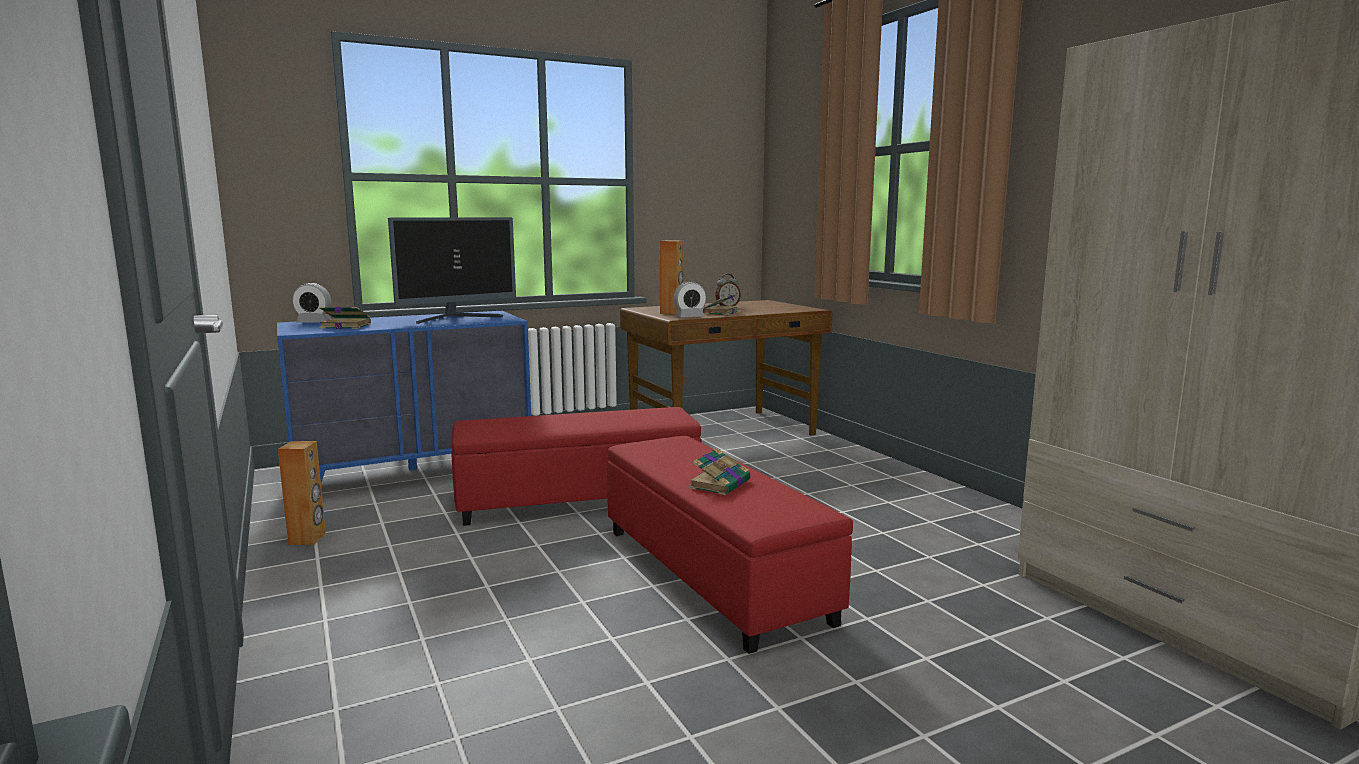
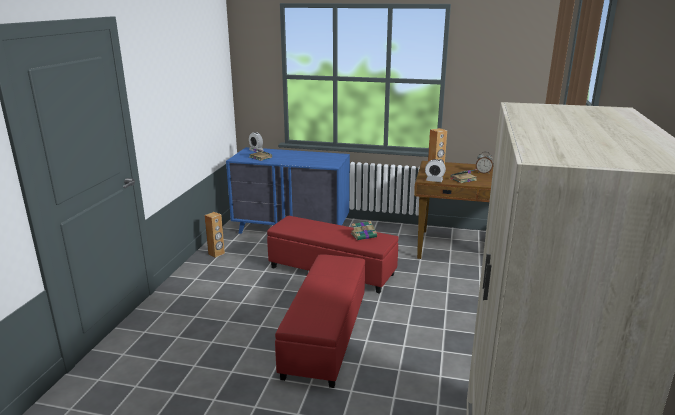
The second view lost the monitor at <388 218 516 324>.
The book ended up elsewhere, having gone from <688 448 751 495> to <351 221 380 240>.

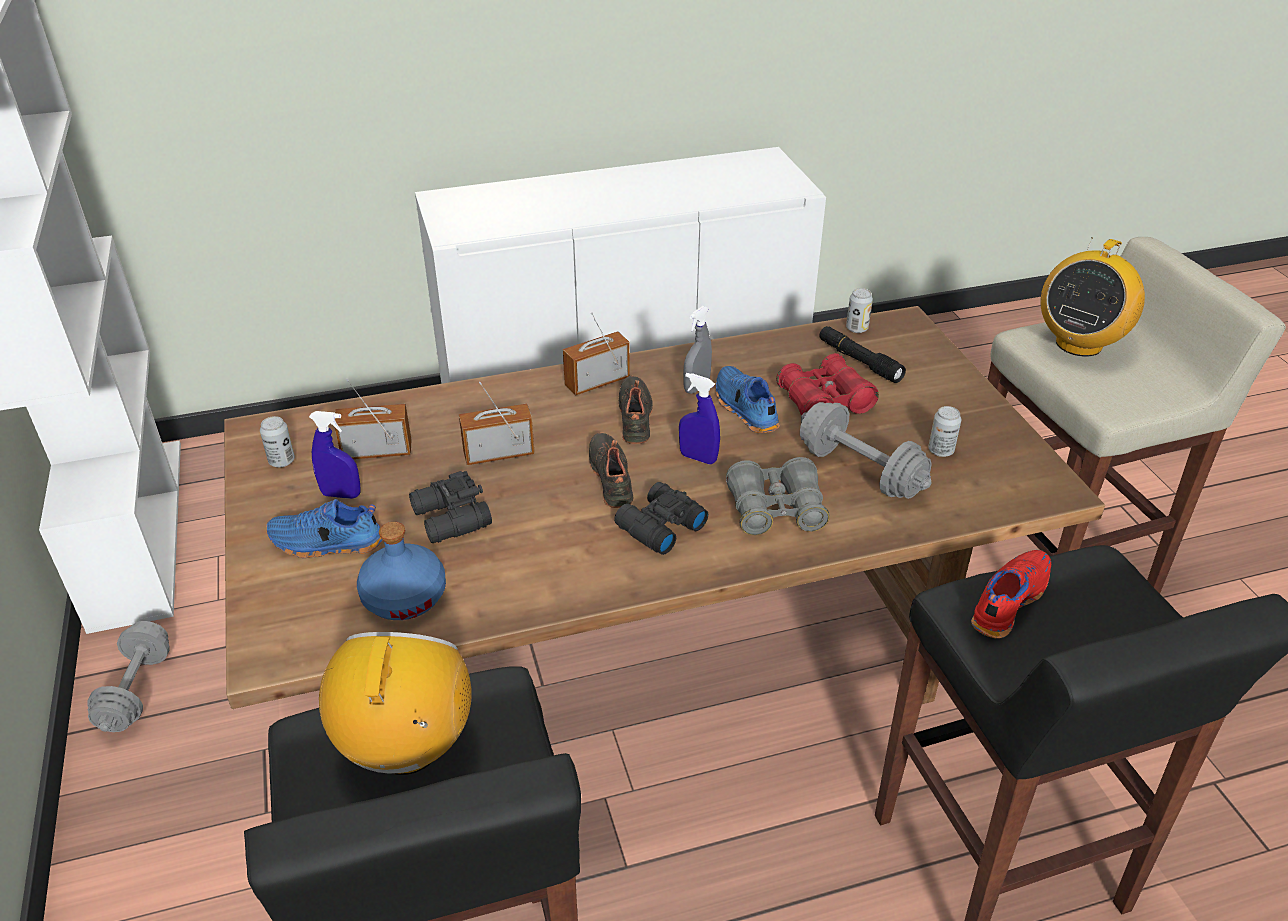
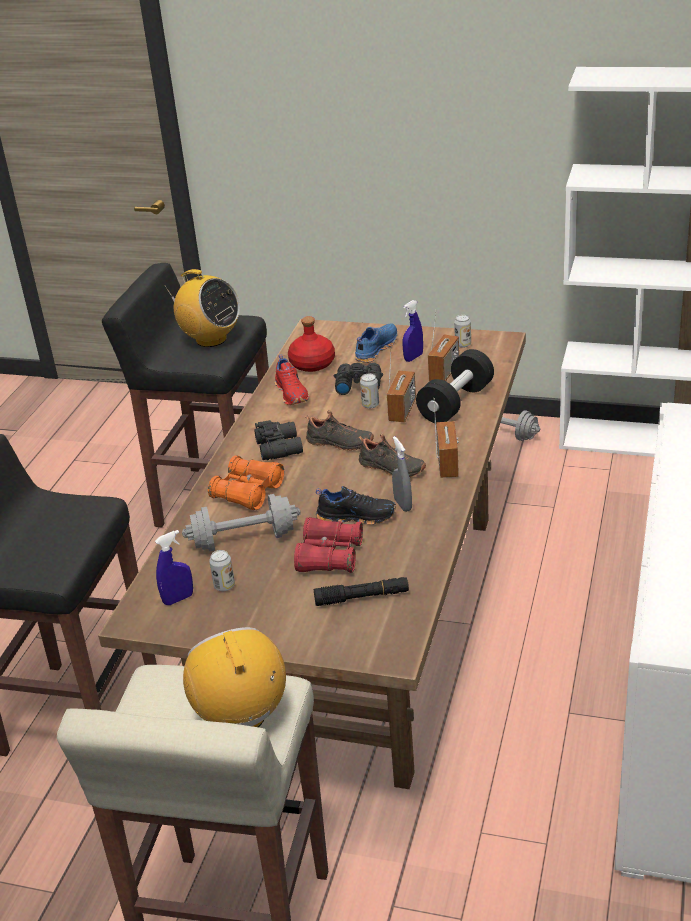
The sealed can ended up elsewhere, having gone from <846 288 873 333> to <360 374 379 409>.
What was the bluish low shoe at <716 366 780 433> turned into the black-coloured low shoe at <316 486 396 525>.
The bluish sprayer ended up elsewhere, having gone from <679 373 720 464> to <155 530 193 605>.
What was the greyish pair of binoculars at <726 457 830 535> turned into the orangey pair of binoculars at <208 455 284 510>.
What was the bluish drink bottle at <357 522 446 620> turned into the red drink bottle at <288 316 335 372>.
The red low shoe ended up elsewhere, having gone from <971 550 1051 639> to <275 355 309 405>.
The second view gained the black-coloured hand weight at <416 349 494 423>.

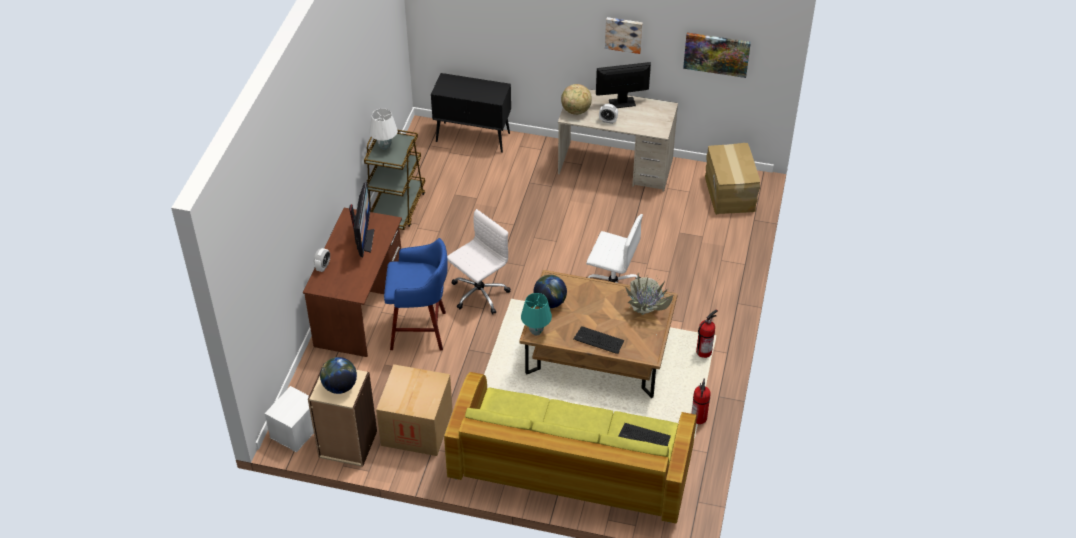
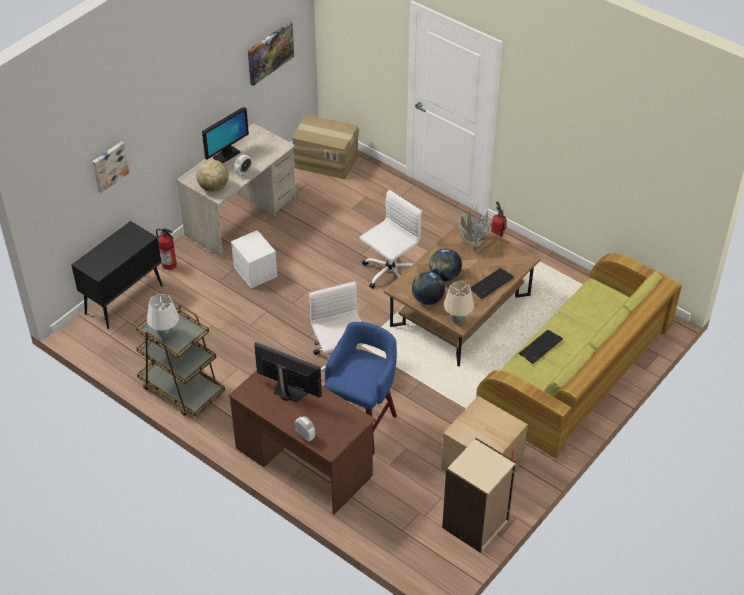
The picture ended up elsewhere, having gone from <605 17 643 54> to <92 142 129 193>.
The monitor at <596 62 651 108> ended up facing another way, 150 degrees counterclockwise from before.
What was the turquoise-coloured tabletop lamp at <521 293 552 335> turned into the beige-coloured tabletop lamp at <444 281 474 324>.
The globe ended up elsewhere, having gone from <320 357 357 394> to <429 249 462 281>.
The fire-fighting cylinder ended up elsewhere, having gone from <691 379 711 424> to <156 228 177 270>.
The whitish storage bin ended up elsewhere, having gone from <264 386 314 452> to <231 230 278 289>.
The PC keyboard ended up elsewhere, having gone from <618 423 671 446> to <519 330 563 364>.

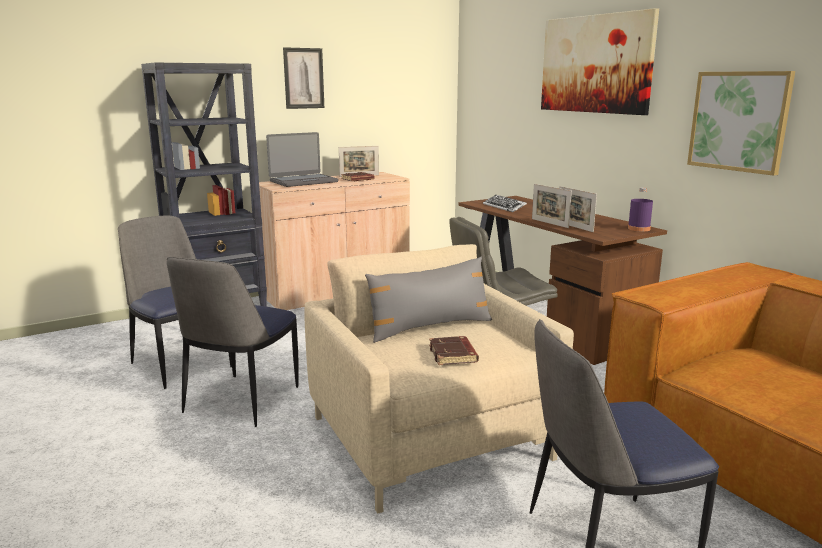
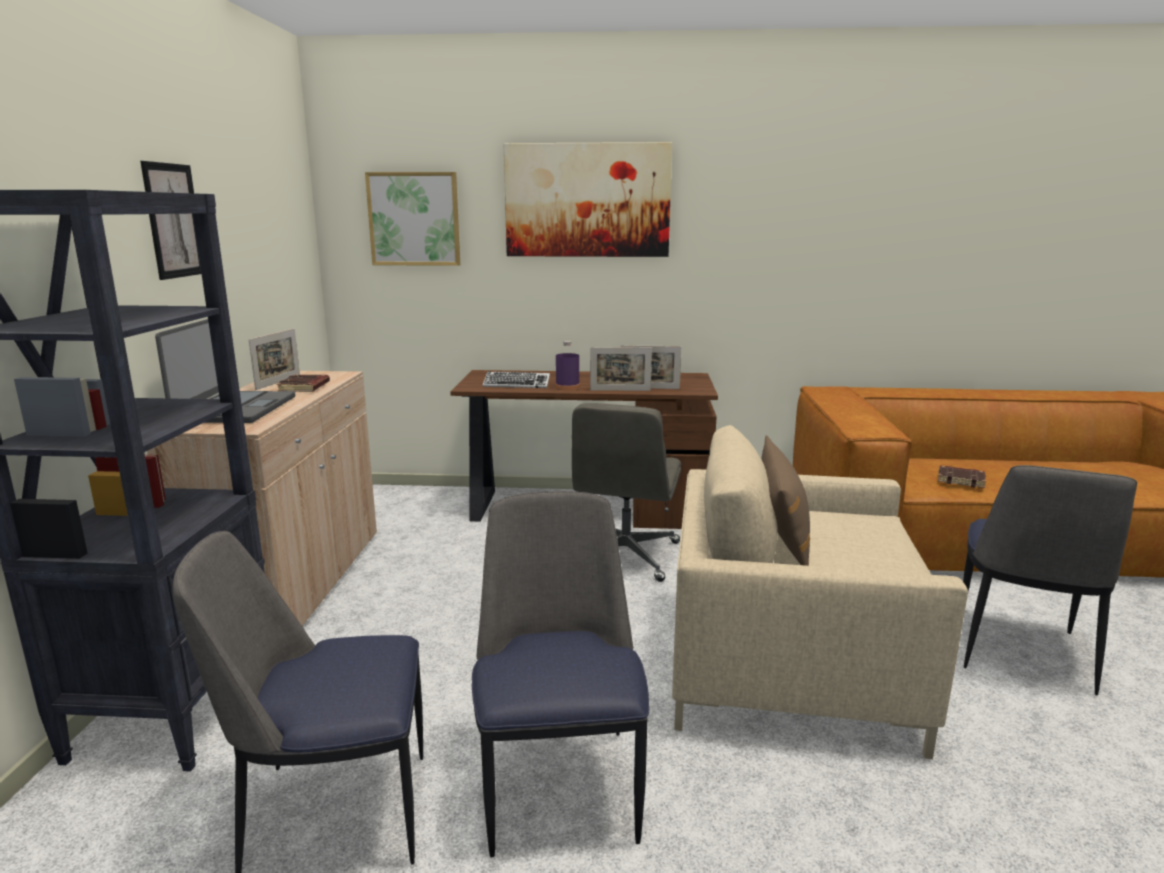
The picture ended up elsewhere, having gone from <687 71 795 176> to <365 172 460 266>.
The purple drink bottle ended up elsewhere, having gone from <628 188 653 231> to <556 341 580 390>.
The chair at <167 257 298 427> ended up facing another way, 150 degrees counterclockwise from before.
What was the greyish cushion at <365 257 492 343> turned into the brown cushion at <761 435 810 566>.
The brown book ended up elsewhere, having gone from <429 336 479 365> to <938 465 986 488>.

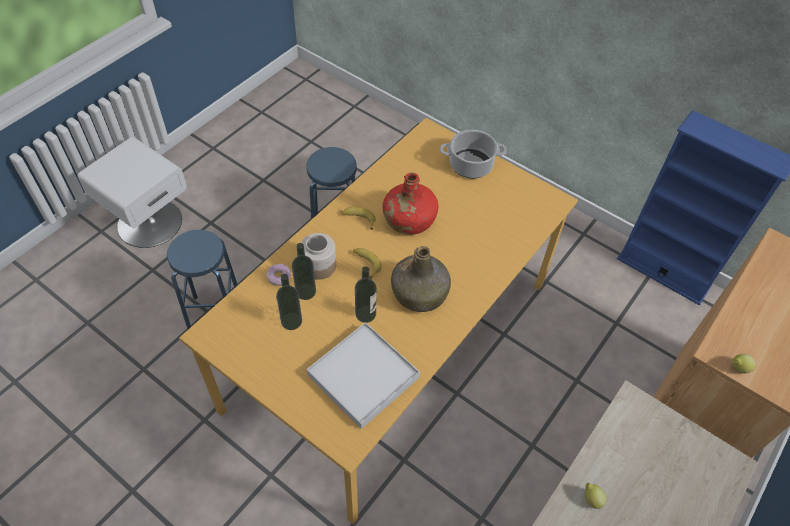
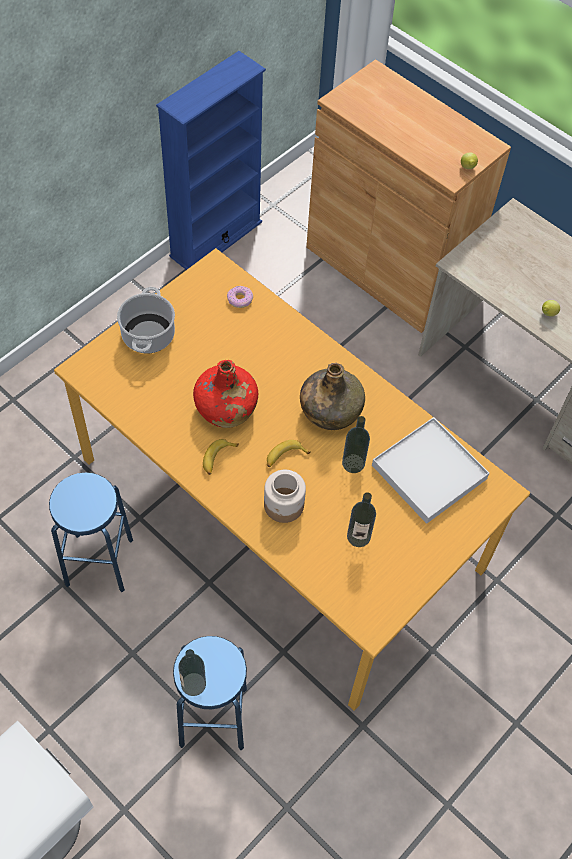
The drink bottle ended up elsewhere, having gone from <292 243 316 300> to <179 649 206 696>.
The ring doughnut ended up elsewhere, having gone from <266 264 291 286> to <227 286 253 308>.

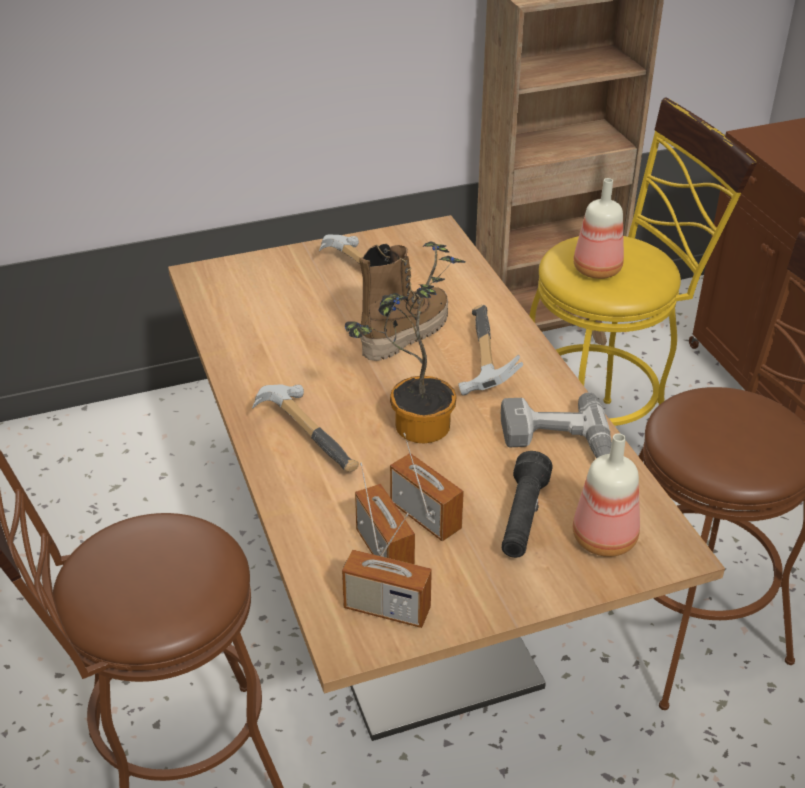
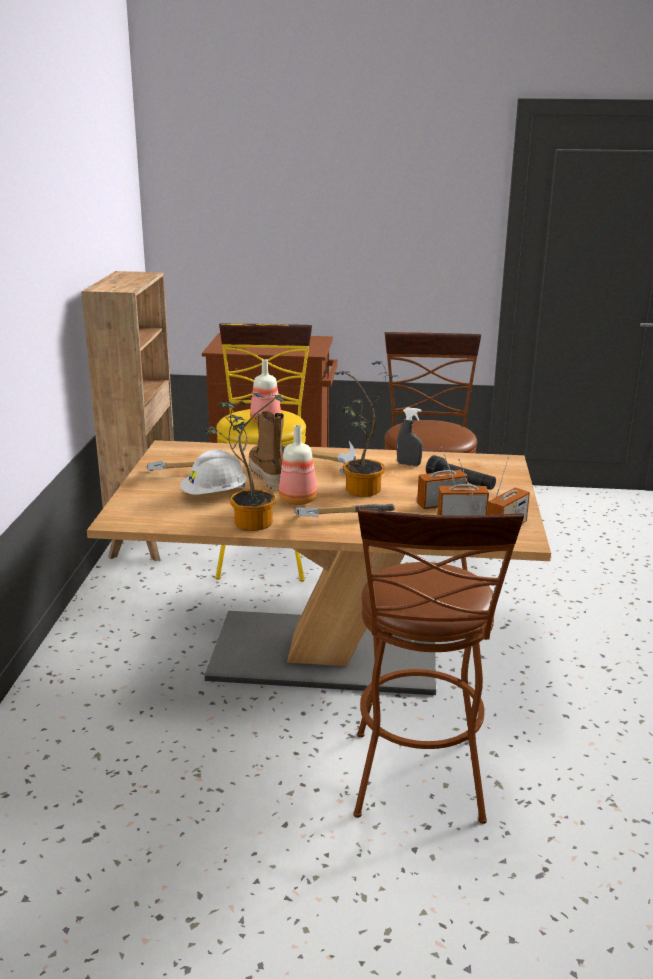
Where the power drill stood at <501 392 612 458>, the greyish sprayer came to stand at <397 407 423 466>.
The drink bottle ended up elsewhere, having gone from <573 433 640 557> to <279 425 317 505>.
The second view gained the plant in a pot at <204 392 286 531>.
The second view gained the whitish safety helmet at <180 450 247 495>.

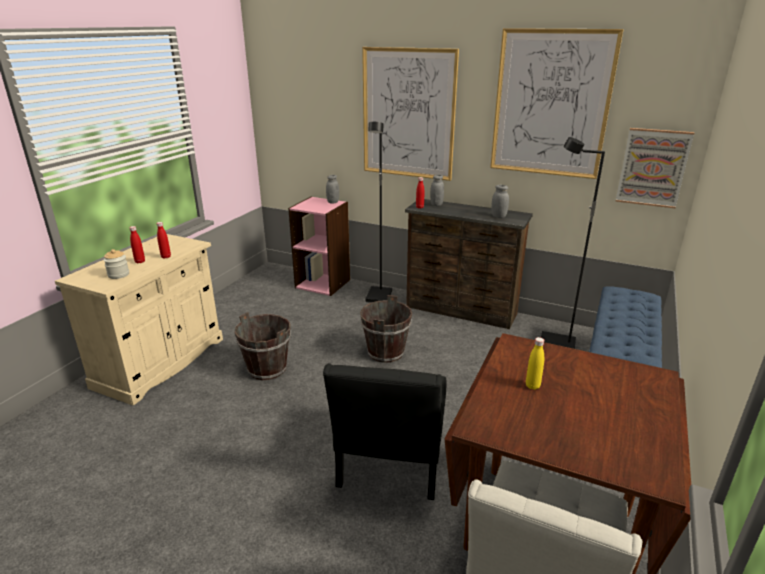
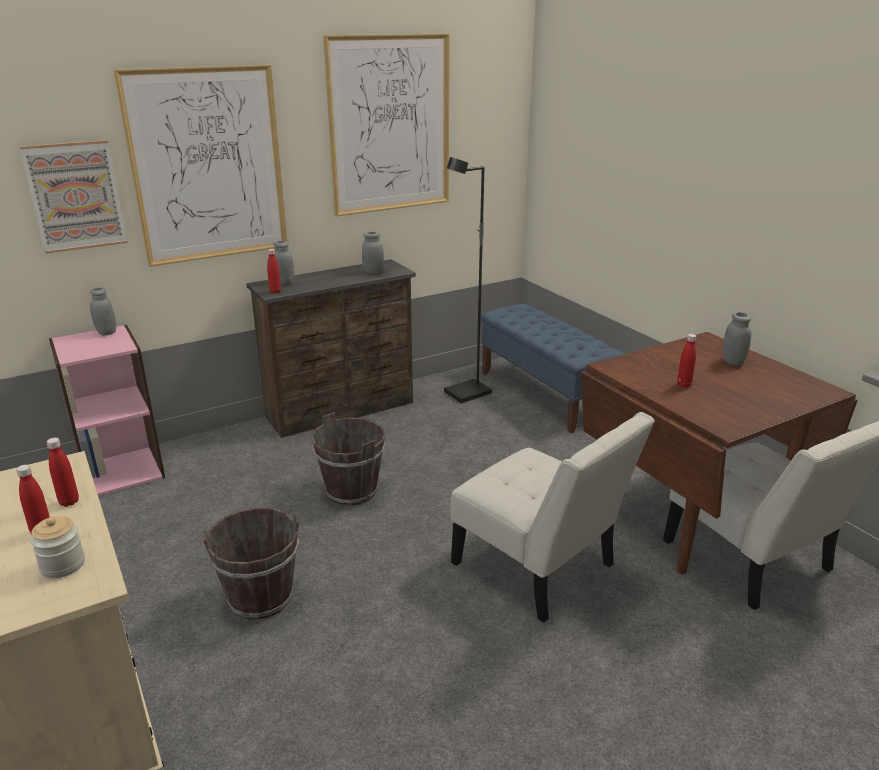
The second view lost the black-coloured standing lamp at <365 122 392 303>.
The picture ended up elsewhere, having gone from <616 128 694 208> to <19 140 127 254>.
What was the yellowish drink bottle at <526 337 544 390> turned into the red drink bottle at <677 334 696 388>.
What was the black-coloured chair at <323 363 447 500> turned into the whitish chair at <451 412 655 623>.
The second view gained the greyish jar at <722 312 751 365>.

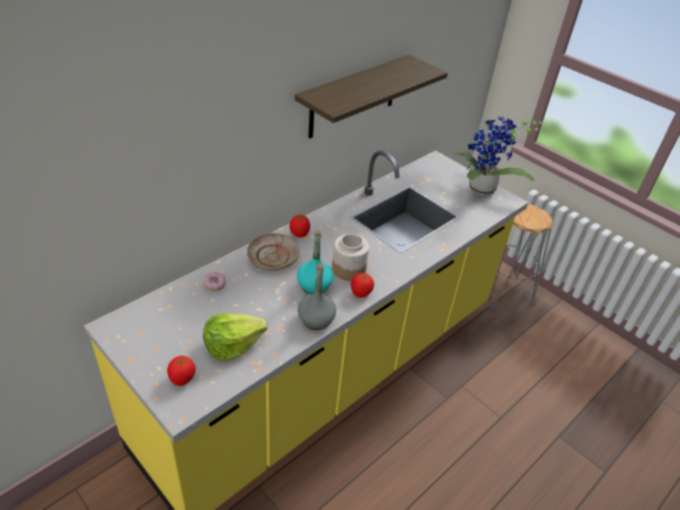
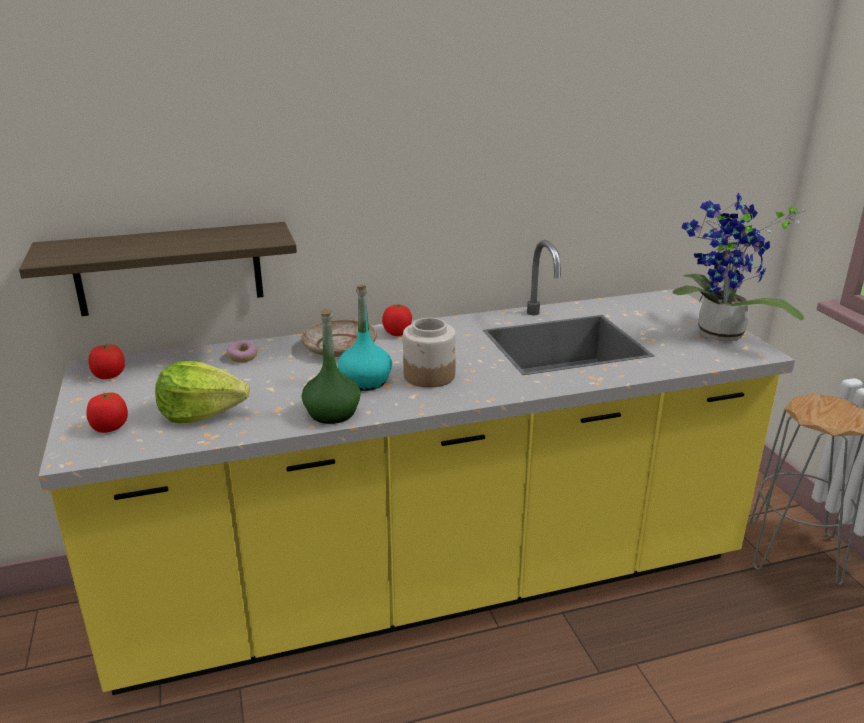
The wall shelf ended up elsewhere, having gone from <295 55 448 139> to <19 222 297 316>.
What was the greyish drink bottle at <298 263 337 330> turned into the green drink bottle at <302 309 361 424>.
The whole tomato ended up elsewhere, having gone from <351 273 374 298> to <88 344 125 379>.

